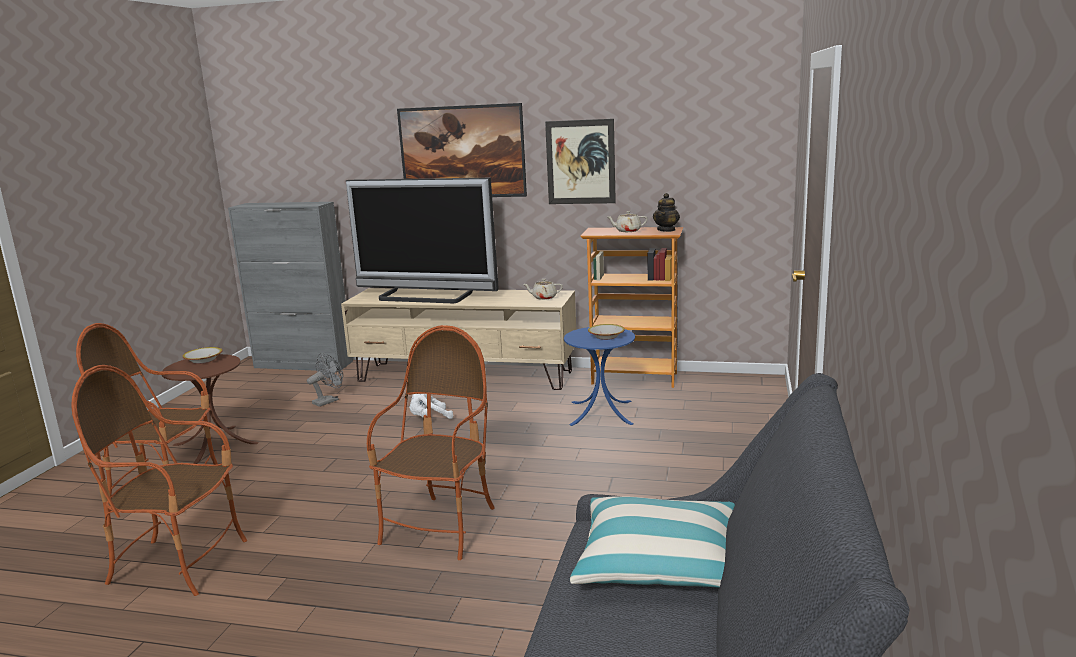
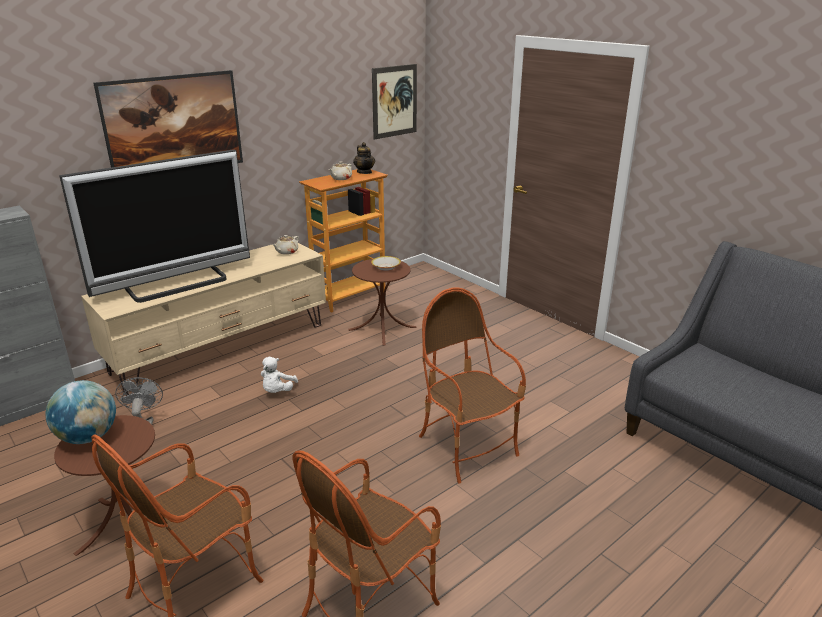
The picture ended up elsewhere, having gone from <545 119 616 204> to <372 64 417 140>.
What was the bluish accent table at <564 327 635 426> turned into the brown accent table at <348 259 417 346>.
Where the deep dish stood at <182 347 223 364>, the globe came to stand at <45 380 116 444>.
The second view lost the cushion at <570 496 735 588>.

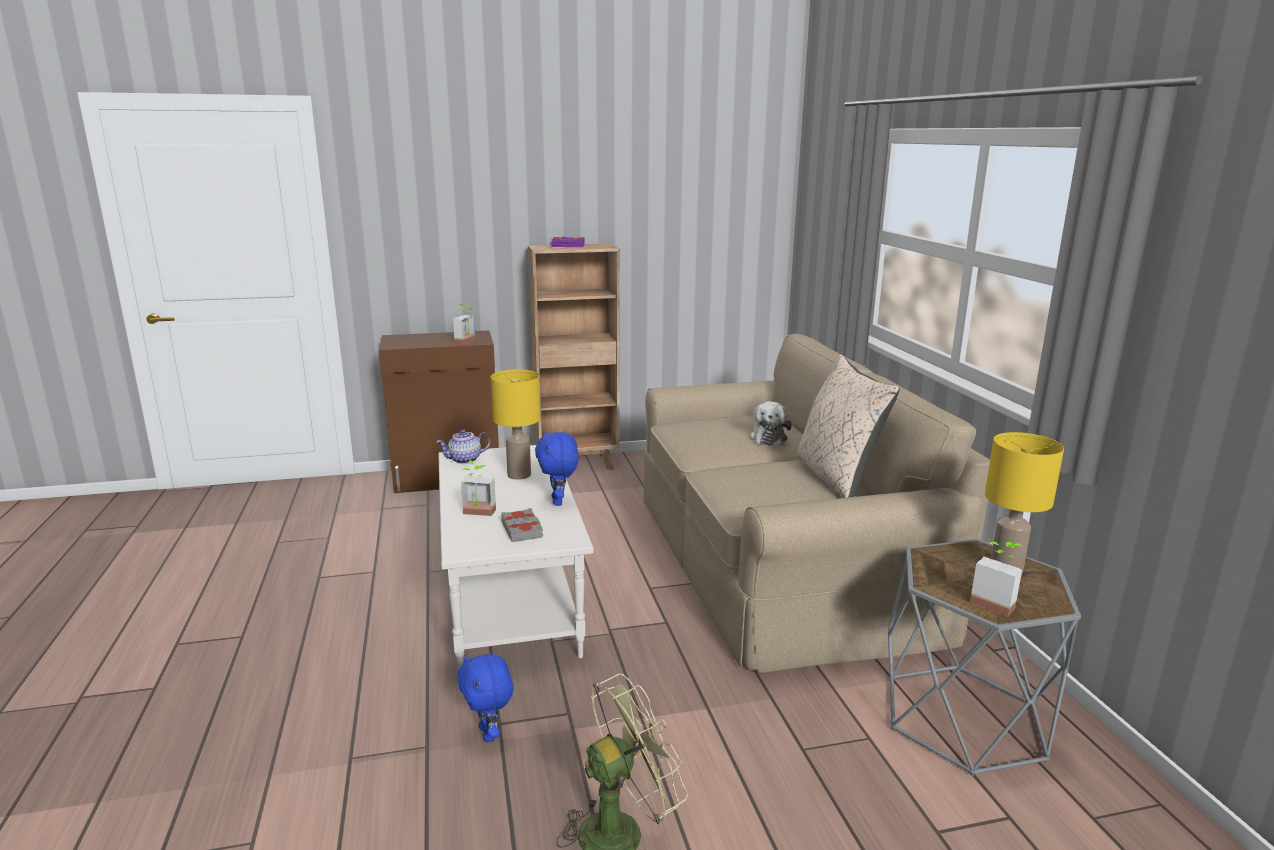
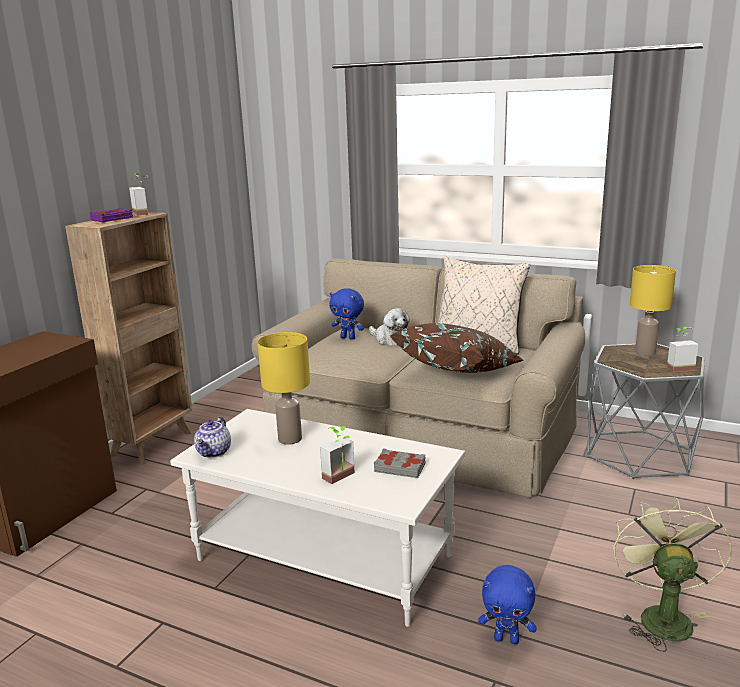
The plant in a pot ended up elsewhere, having gone from <453 303 475 345> to <129 174 148 216>.
The bluish soft toy ended up elsewhere, having gone from <535 431 579 506> to <329 288 364 340>.
The second view gained the brown cushion at <391 323 524 373>.

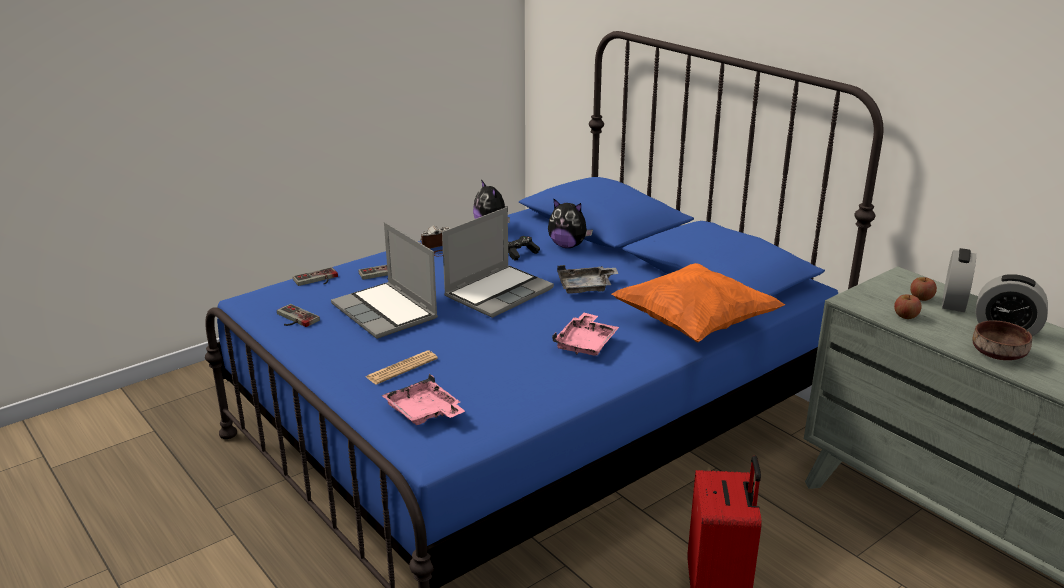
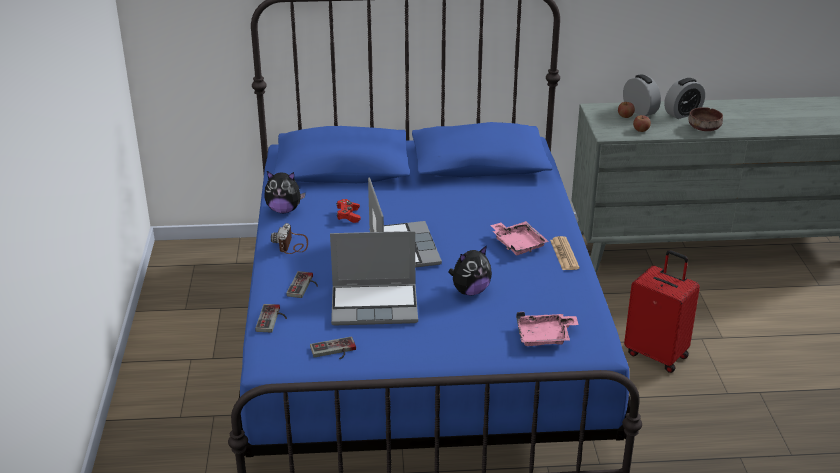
The soft toy ended up elsewhere, having gone from <548 198 593 248> to <448 245 492 295>.
What was the black-coloured gamepad at <508 236 540 261> turned into the red gamepad at <336 199 361 223>.
The second view lost the orangey cushion at <611 263 785 343>.
The second view lost the greyish tray at <557 265 619 294>.
The daily paper ended up elsewhere, having gone from <365 351 438 385> to <550 236 580 270>.

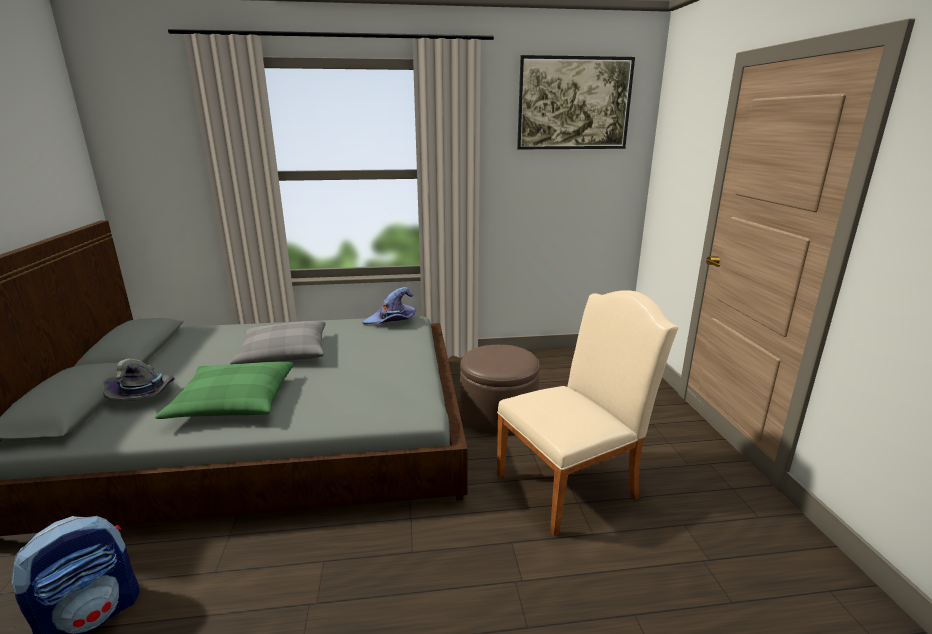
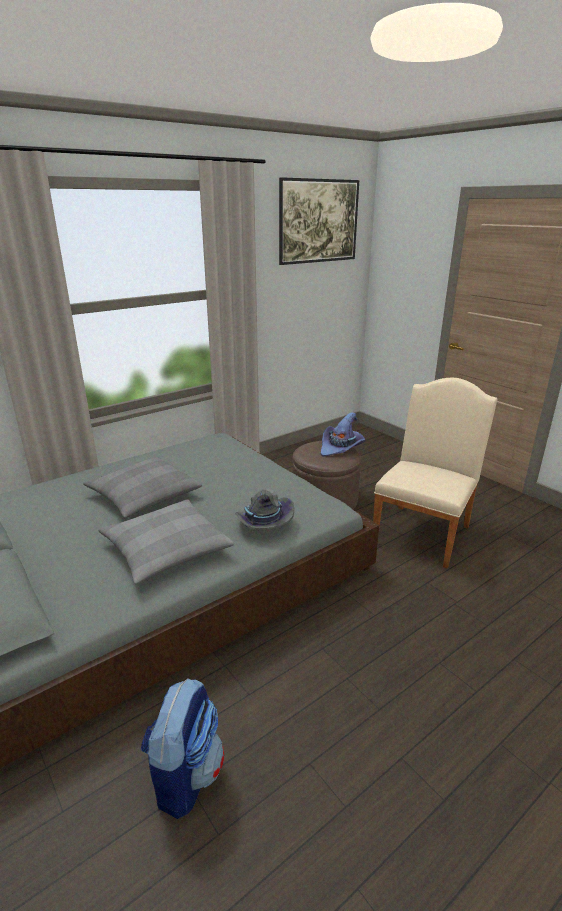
The purple clothing hat ended up elsewhere, having gone from <362 287 415 324> to <321 412 365 457>.
The greyish clothing hat ended up elsewhere, having gone from <103 358 175 401> to <235 488 294 531>.
What was the green cushion at <155 362 294 419> turned into the greyish cushion at <98 499 234 584>.

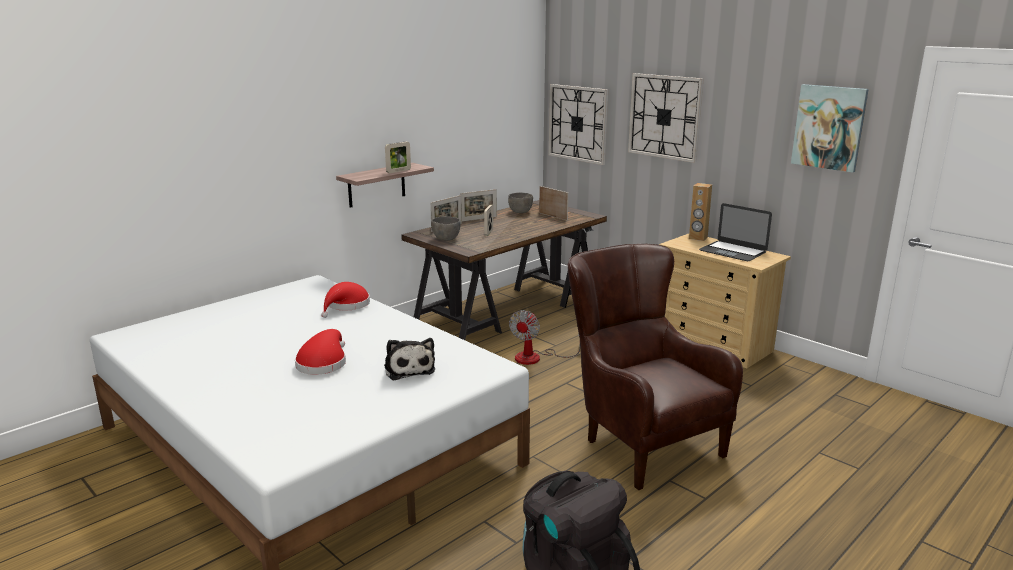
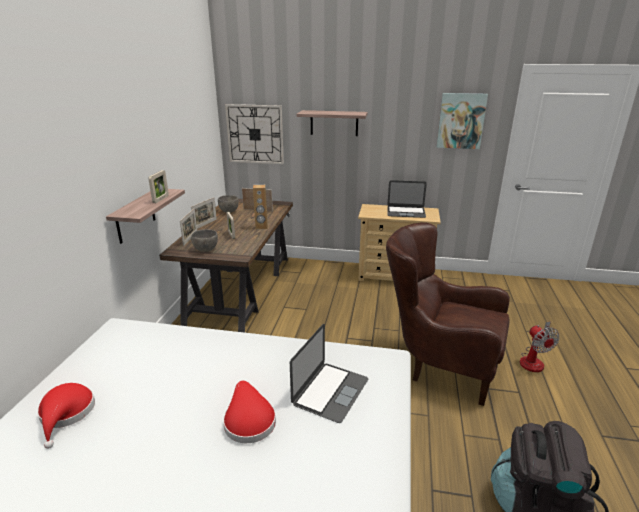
Where the hanging clock hung at <628 73 704 163>, the wall shelf came to hang at <297 110 368 136>.
The brown loudspeaker ended up elsewhere, having gone from <689 183 712 241> to <253 185 268 230>.
The red clothing hat ended up elsewhere, having gone from <321 282 370 318> to <37 383 95 449>.
The electric fan ended up elsewhere, having gone from <509 310 580 365> to <520 322 559 372>.
Where the soft toy stood at <384 338 435 381>, the portable computer came to stand at <290 324 368 423>.

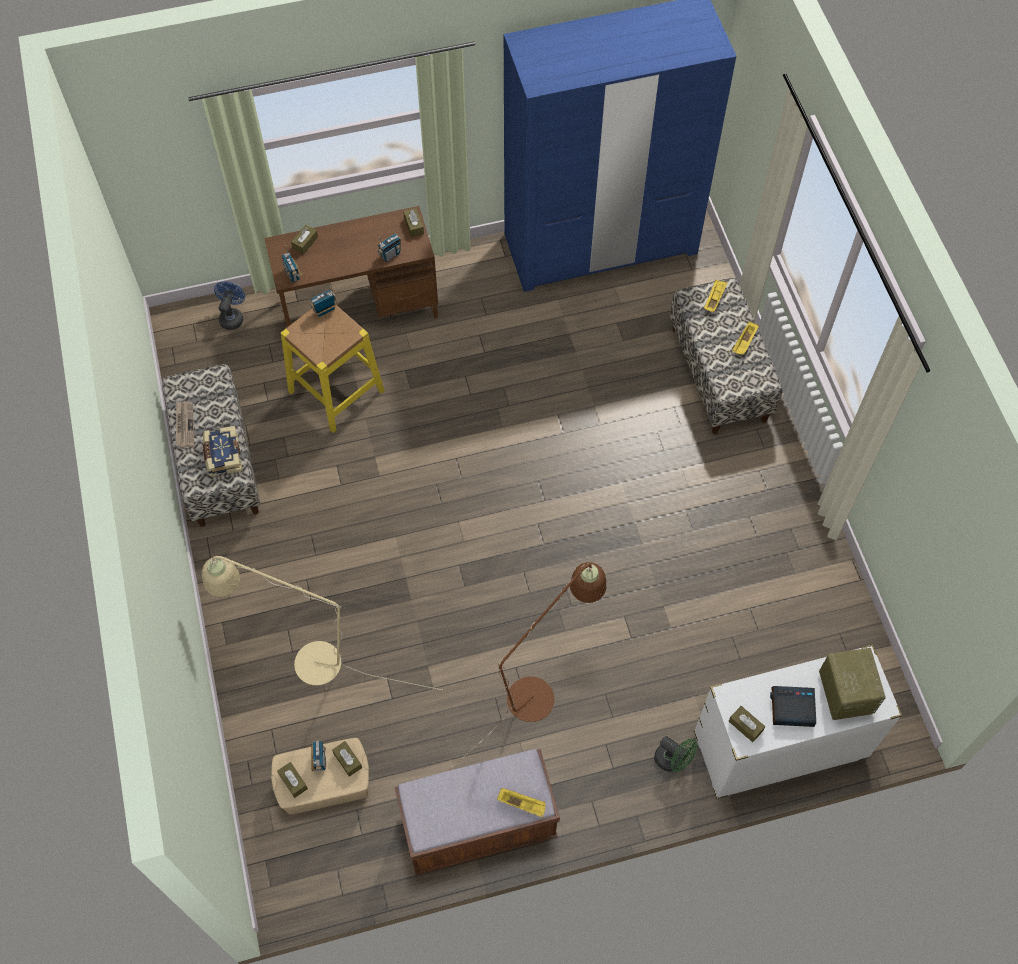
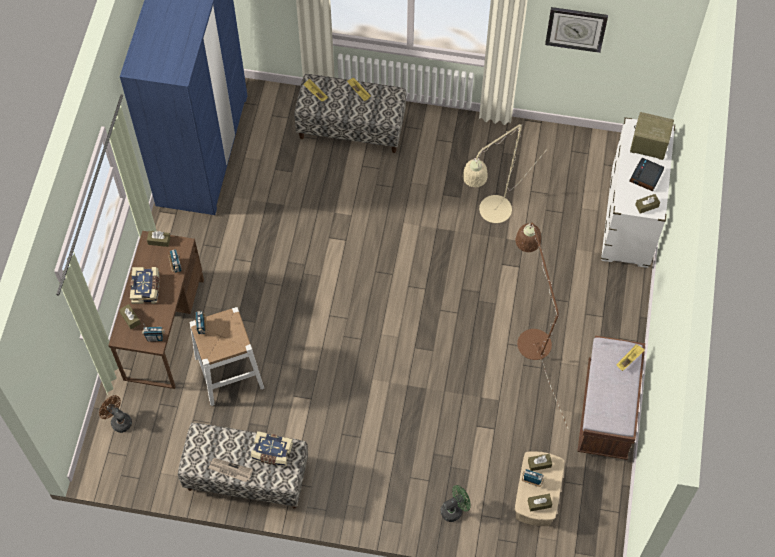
What was the bluish electric fan at <214 282 245 330> turned into the brown electric fan at <99 395 132 433>.
What was the yellowish stool seat at <281 306 385 433> turned into the whitish stool seat at <189 307 264 406>.
The beige-coloured standing lamp ended up elsewhere, having gone from <202 556 442 690> to <462 124 547 223>.
The green electric fan ended up elsewhere, having gone from <654 736 697 772> to <441 485 471 522>.
The second view gained the hanging clock at <545 7 608 53>.
The second view gained the book at <130 267 160 304>.

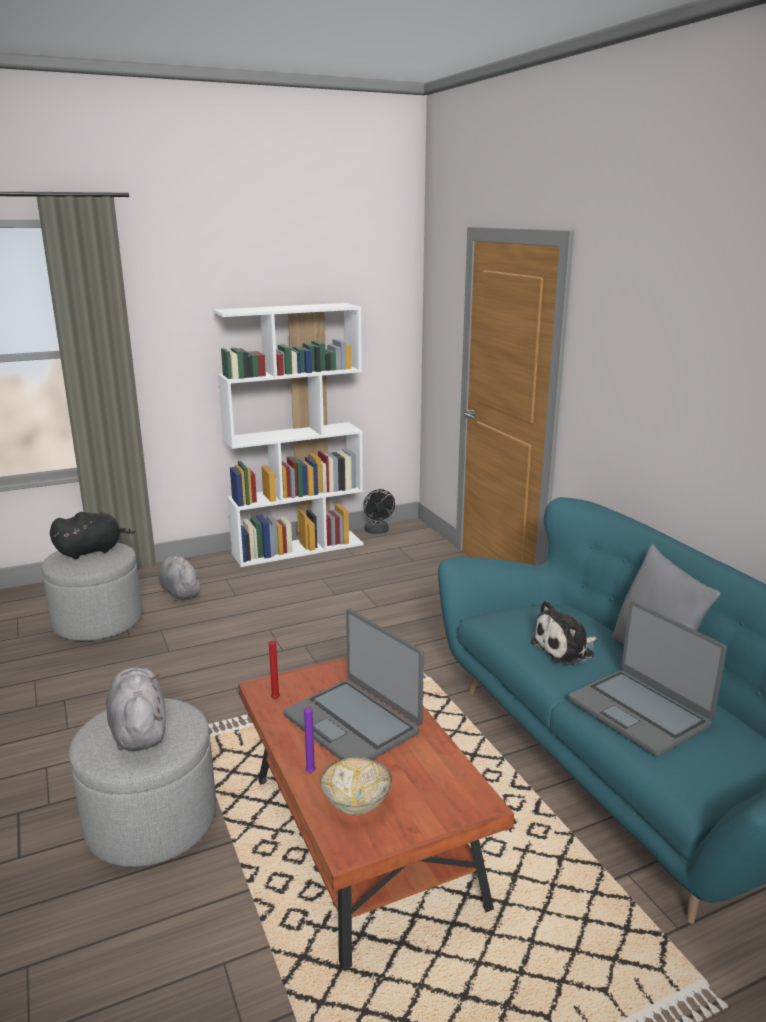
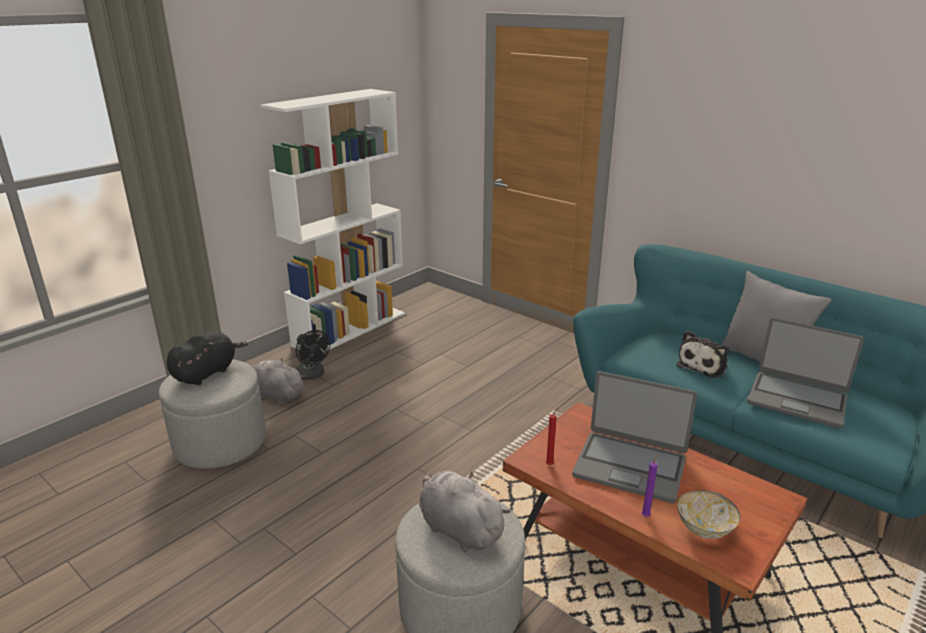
The black-coloured electric fan ended up elsewhere, having gone from <363 489 395 534> to <295 330 330 380>.

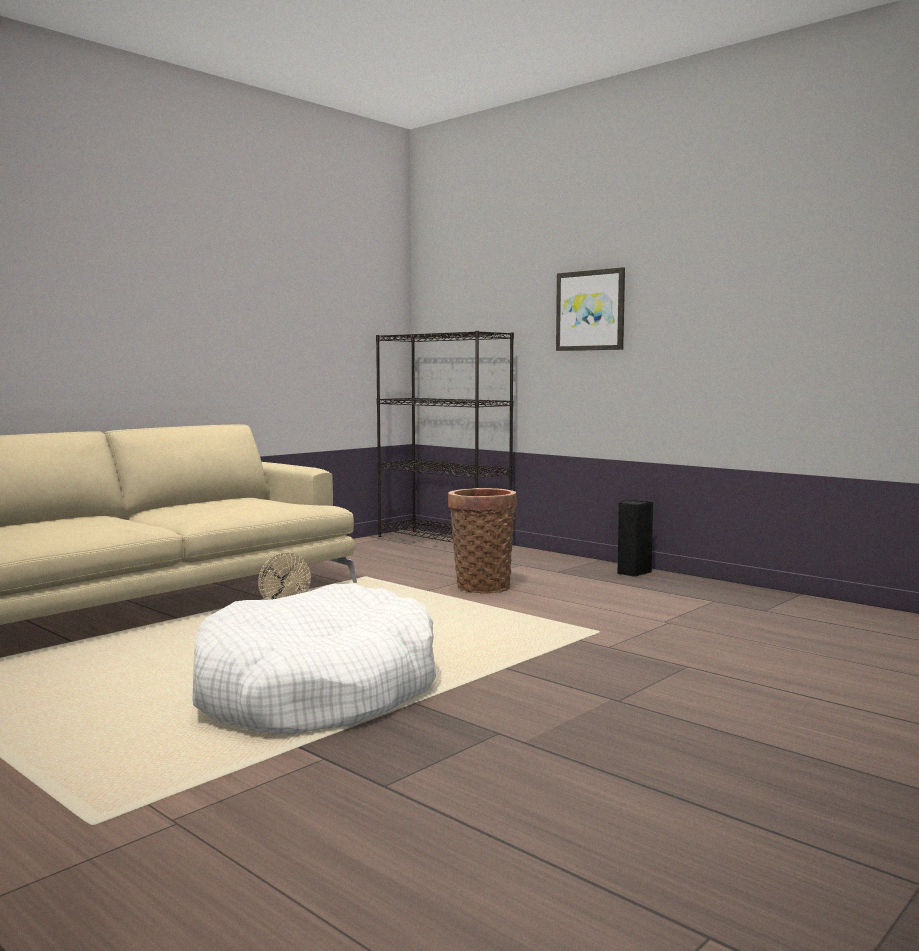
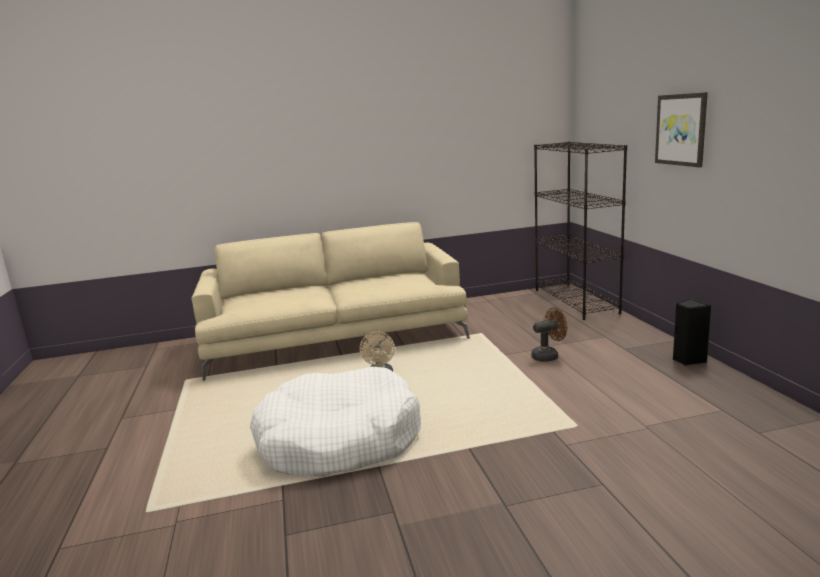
Where the basket stood at <448 488 517 594>, the brown electric fan came to stand at <531 308 567 362>.

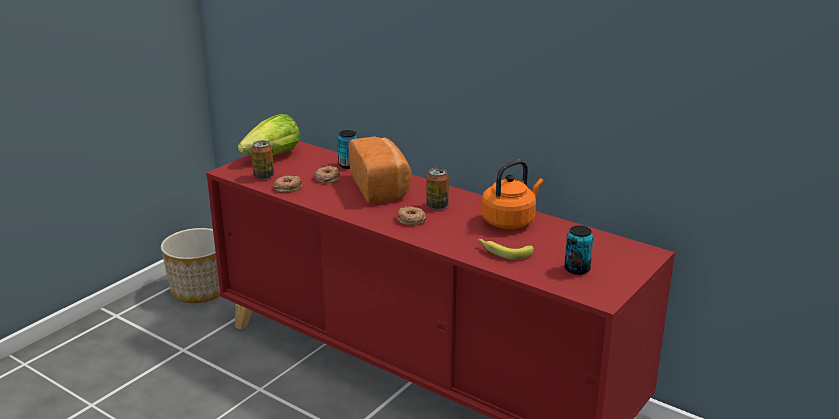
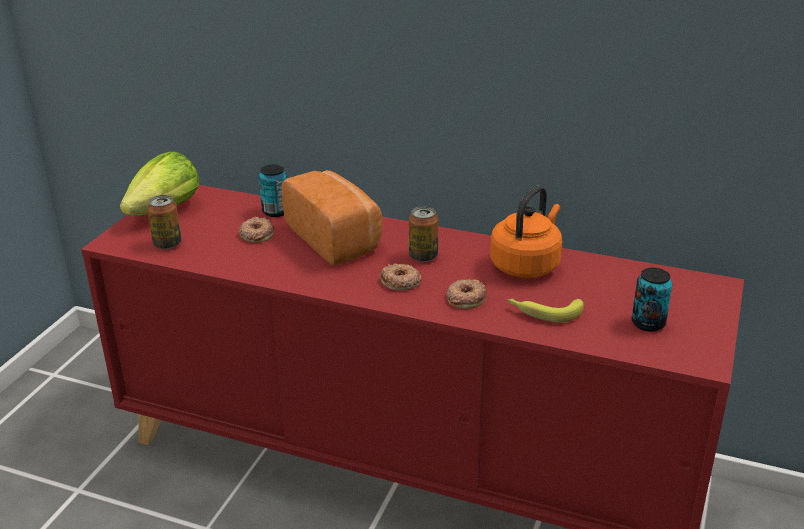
The ring doughnut ended up elsewhere, having gone from <274 175 302 193> to <447 279 487 309>.
The second view lost the flower pot at <161 228 220 303>.

